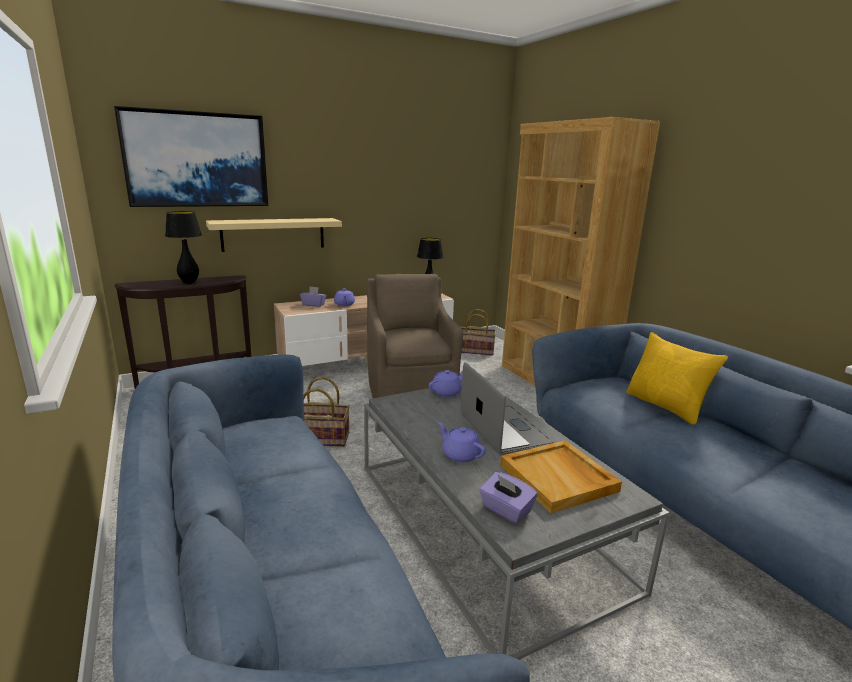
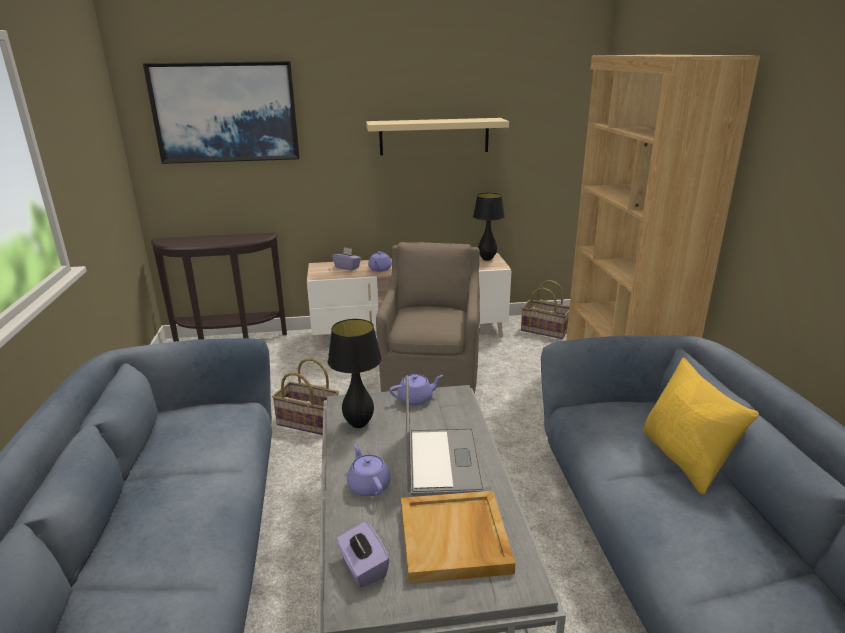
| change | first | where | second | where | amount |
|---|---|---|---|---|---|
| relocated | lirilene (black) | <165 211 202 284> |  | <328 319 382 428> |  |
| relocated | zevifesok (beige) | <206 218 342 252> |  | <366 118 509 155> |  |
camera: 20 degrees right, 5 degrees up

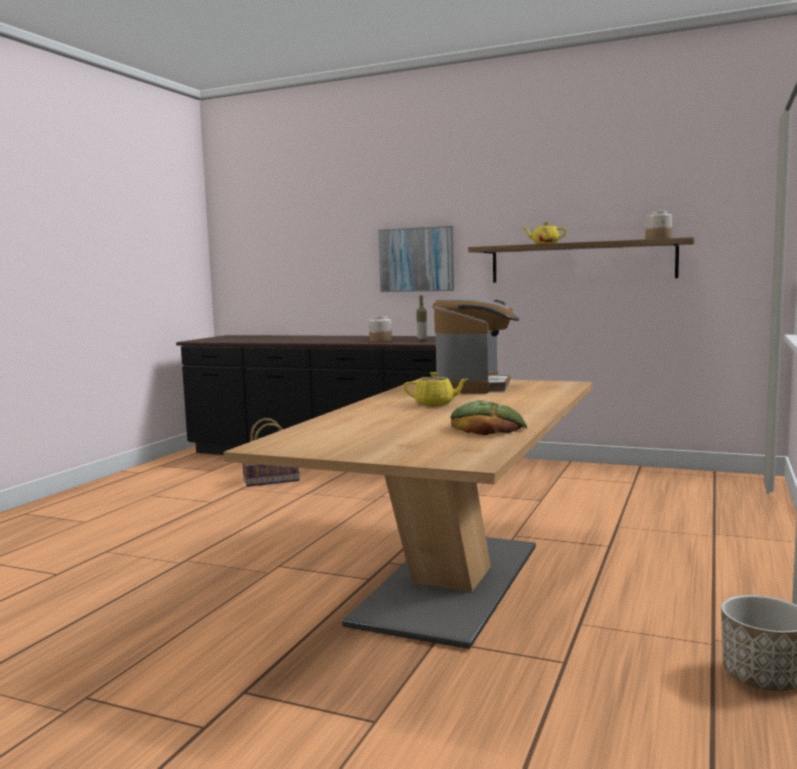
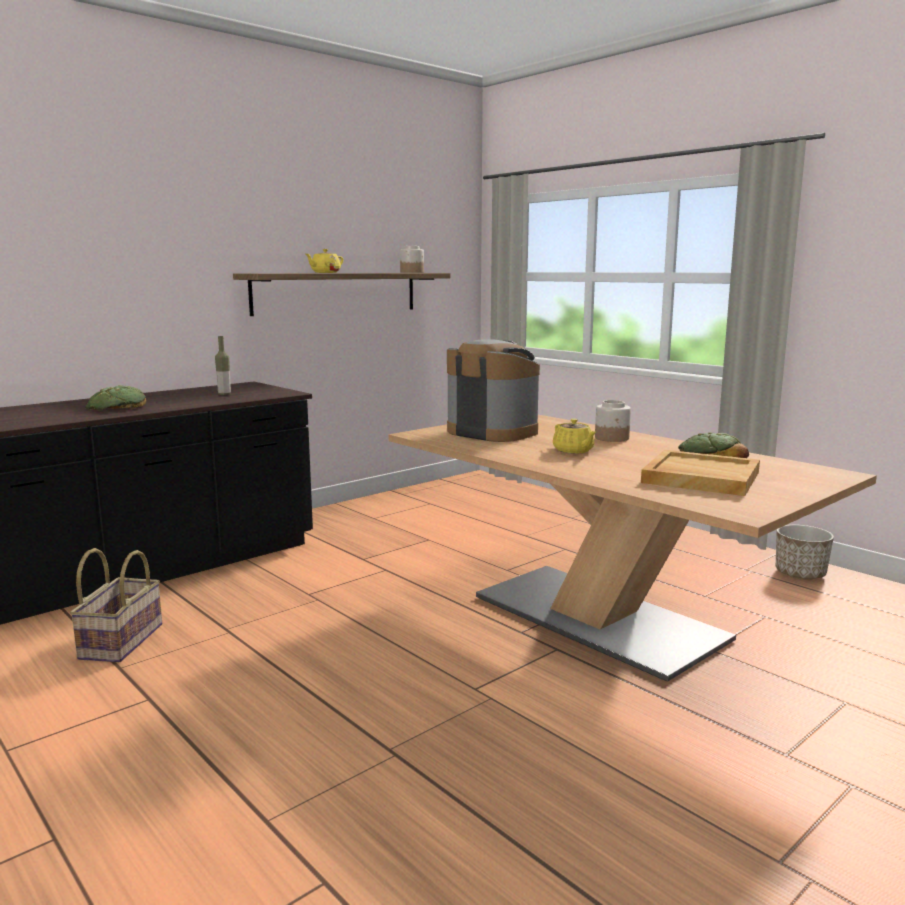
| change | first | where | second | where | amount |
|---|---|---|---|---|---|
| missing | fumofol | <379 226 454 292> |  |  |  |
| appeared |  |  | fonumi | <85 385 146 410> |  |
| appeared |  |  | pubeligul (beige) | <641 450 760 496> |  |
| relocated | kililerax | <369 316 392 342> |  | <595 400 631 442> |  |
| spun | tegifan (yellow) | <403 372 468 406> |  | <553 419 596 454> | 120 degrees clockwise |
camera: 65 degrees left, 5 degrees up

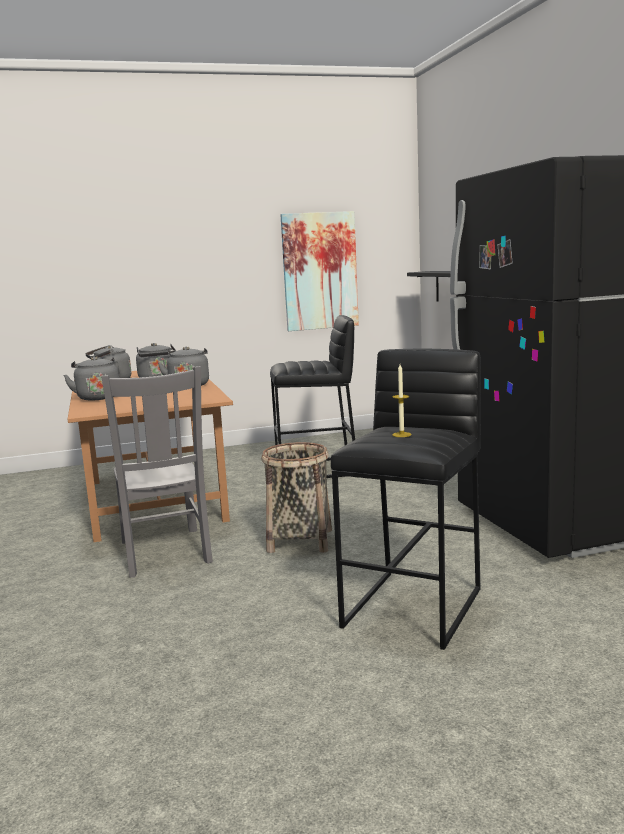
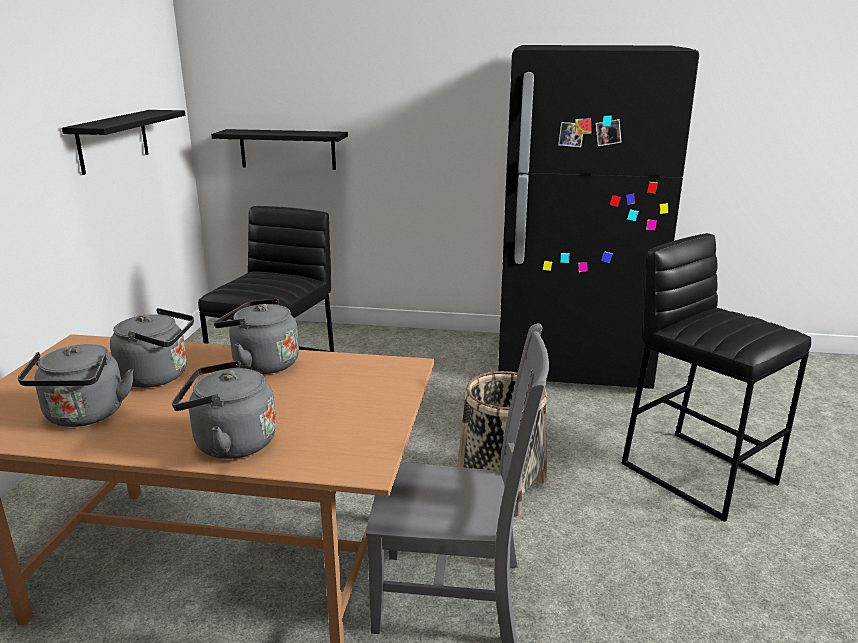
| change | first | where | second | where | amount |
|---|---|---|---|---|---|
| missing | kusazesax | <392 365 412 437> |  |  |  |
| exchanged | fumofol | <280 211 359 331> | zevifesok (black) | <62 110 185 175> |  |
camera: 65 degrees left, 10 degrees up

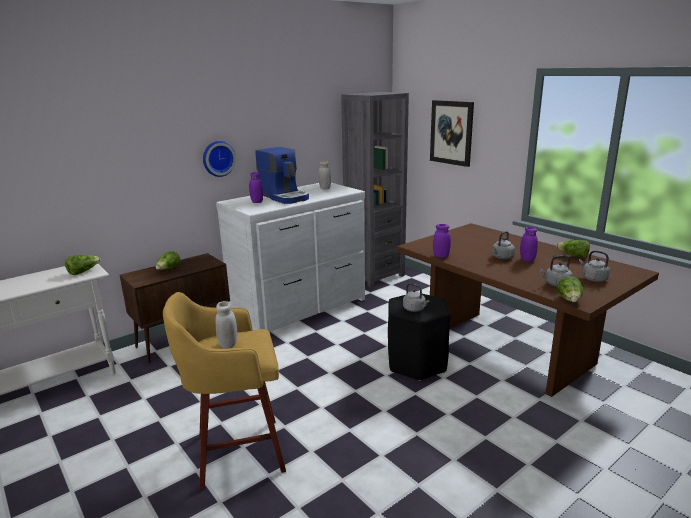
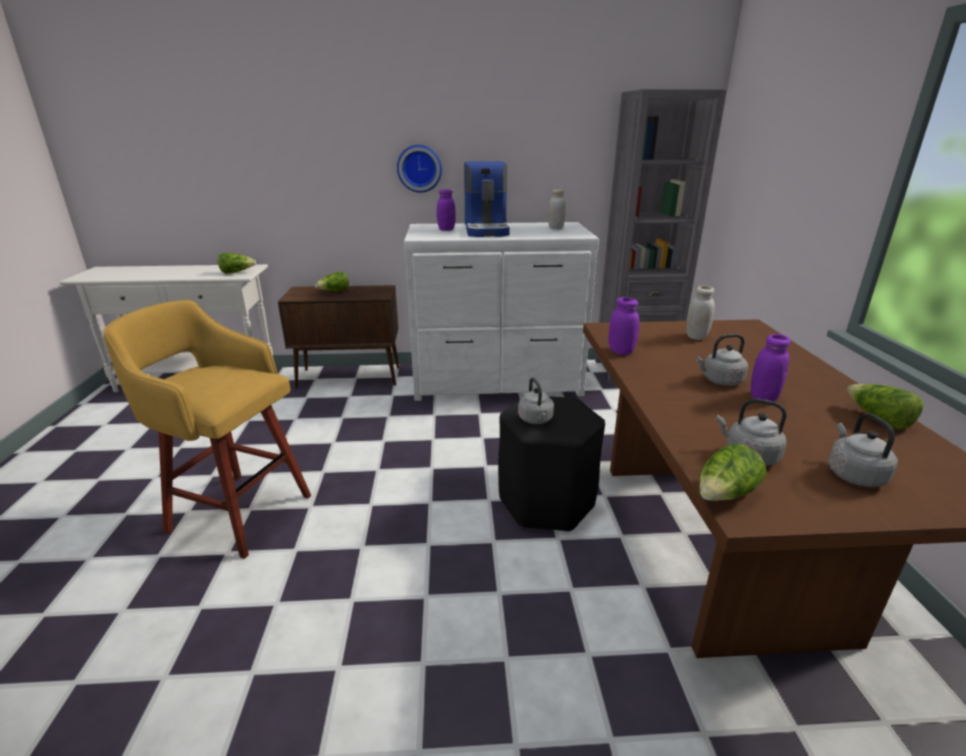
| change | first | where | second | where | amount |
|---|---|---|---|---|---|
| missing | fumofol | <430 100 474 167> |  |  |  |
| relocated | kililerax (white) | <215 301 237 349> |  | <687 285 715 340> |  |
camera: 35 degrees right, 5 degrees up

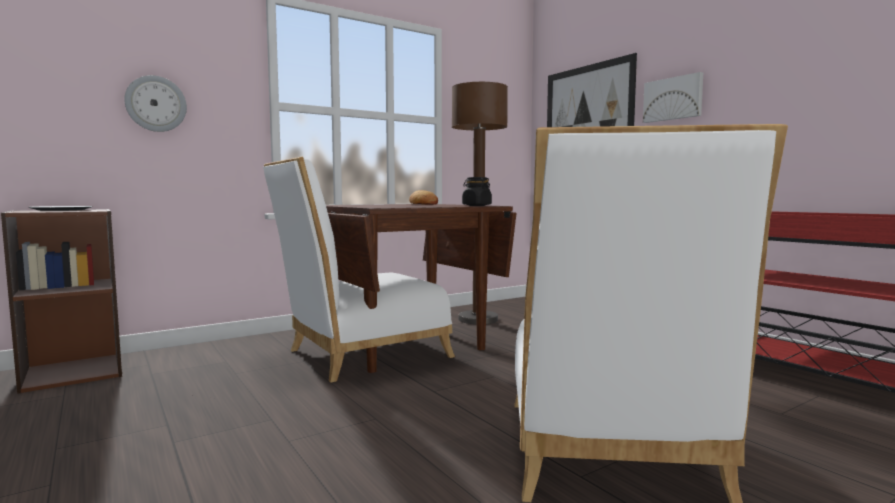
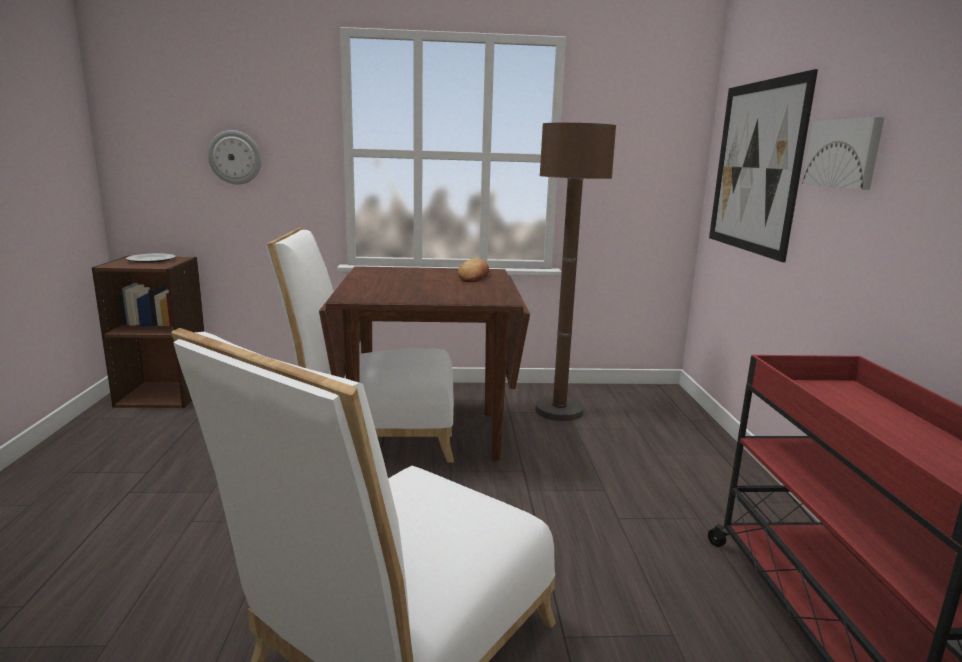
| change | first | where | second | where | amount |
|---|---|---|---|---|---|
| missing | kililerax (black) | <462 177 492 206> |  |  |  |
camera: 30 degrees right, 10 degrees up

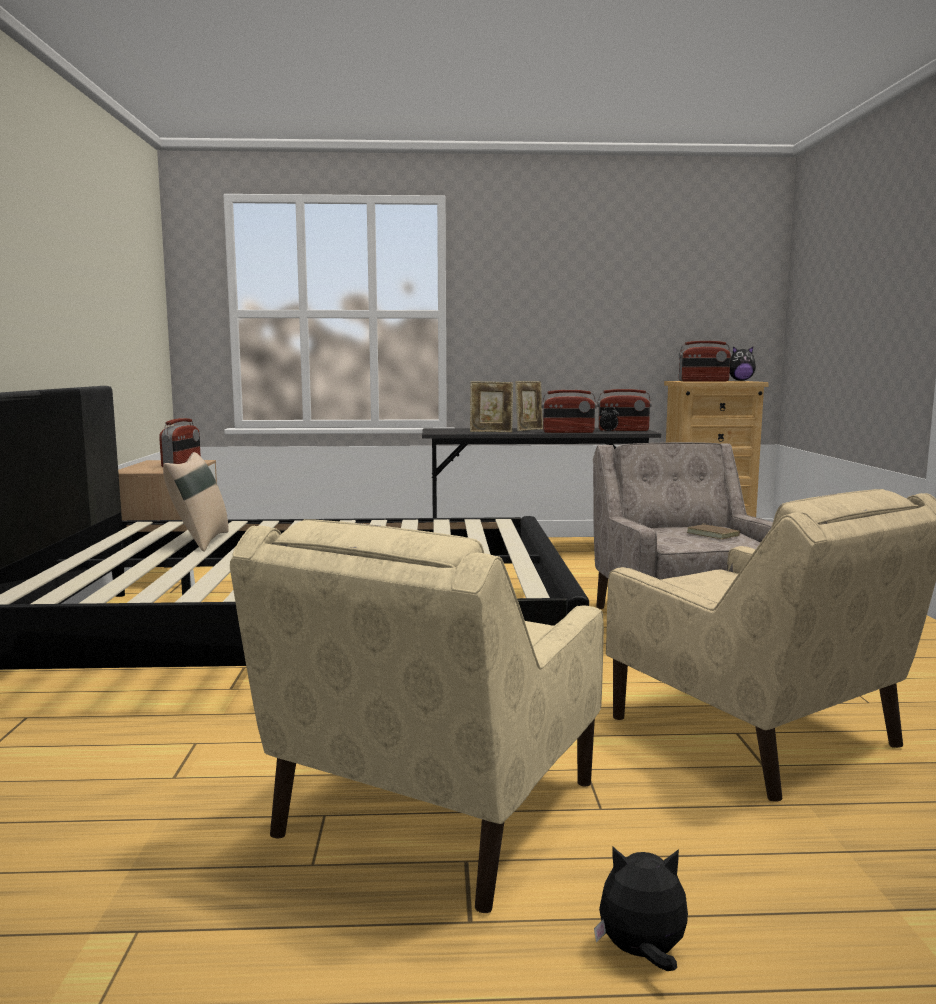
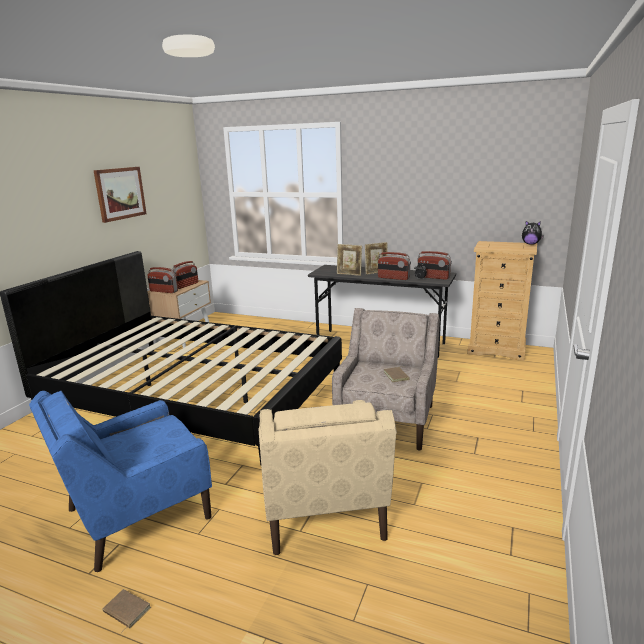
| change | first | where | second | where | amount |
|---|---|---|---|---|---|
| missing | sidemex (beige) | <163 452 229 552> |  |  |  |
| appeared |  |  | fumofol | <93 167 147 223> |  |
| relocated | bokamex | <679 341 731 381> |  | <147 267 178 293> |  |
| exchanged | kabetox | <594 846 688 971> | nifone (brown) | <102 589 151 633> |  |
| colour | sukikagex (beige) | <230 519 604 913> | sukikagex (blue) | <29 390 212 572> |  |
camera: 25 degrees right, 10 degrees up

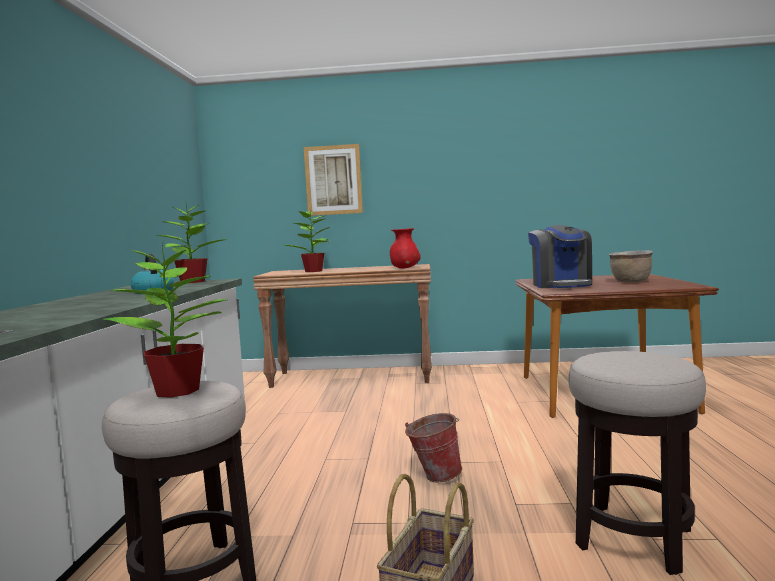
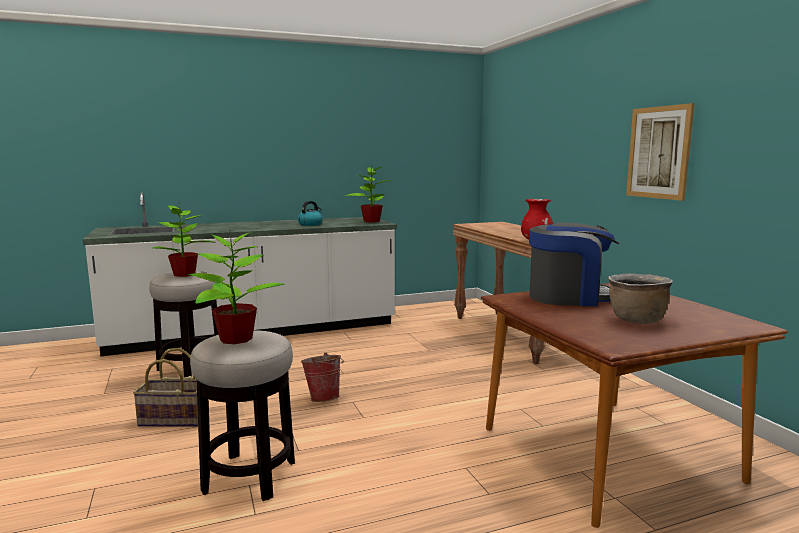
| change | first | where | second | where | amount |
|---|---|---|---|---|---|
| relocated | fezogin | <284 211 331 272> |  | <187 229 285 344> |  |
| relocated | fumofol | <304 144 363 216> |  | <626 103 694 201> |  |
| spun | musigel | <528 225 592 288> |  | <529 223 619 306> | 150 degrees counterclockwise |
camera: 65 degrees right, 5 degrees up

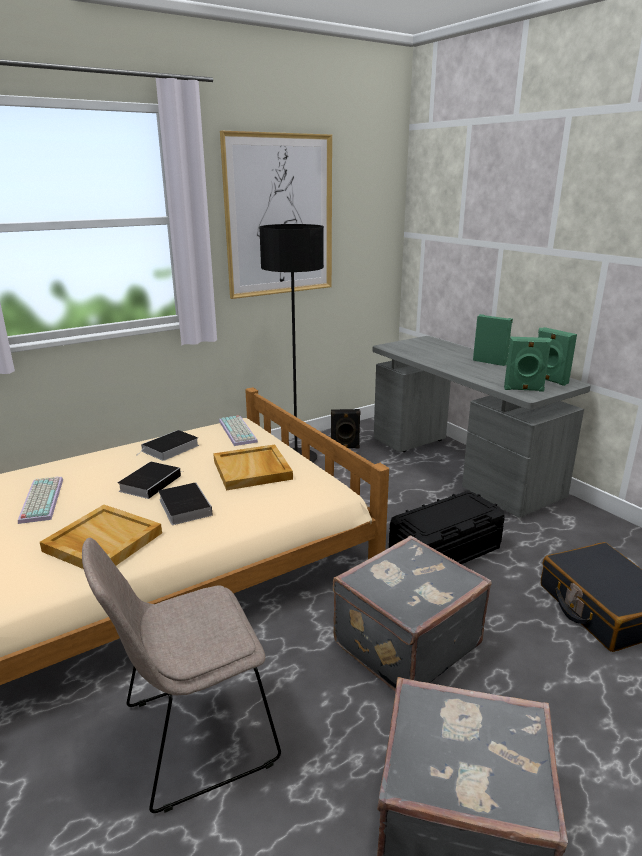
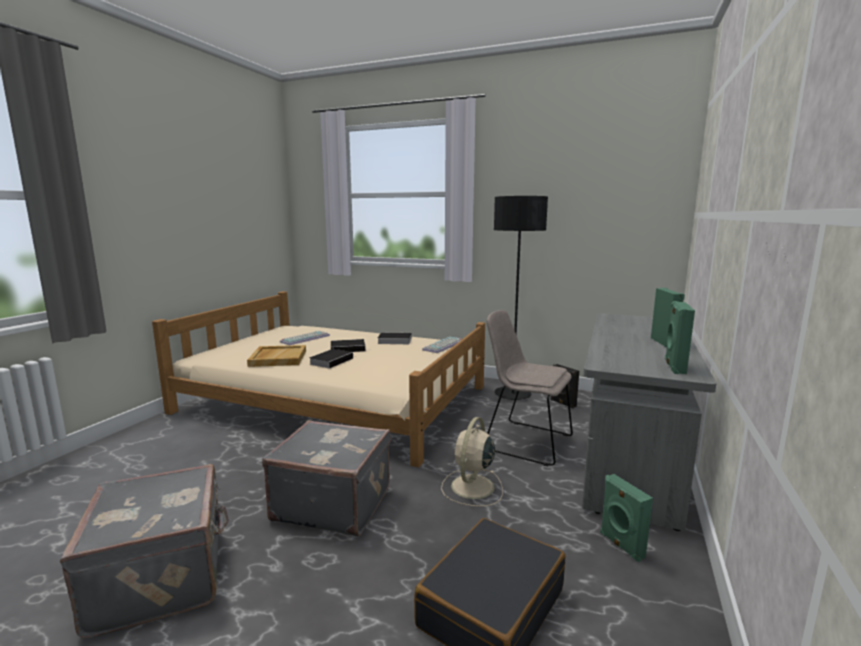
| change | first | where | second | where | amount |
|---|---|---|---|---|---|
| missing | pubeligul (beige) | <213 444 293 491> |  |  |  |
| missing | fumofol | <220 131 332 299> |  |  |  |
| relocated | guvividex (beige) | <82 538 281 813> |  | <486 310 573 466> |  |
| relocated | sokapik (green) | <504 337 552 392> |  | <600 474 653 562> |  |
| exchanged | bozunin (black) | <389 491 505 564> | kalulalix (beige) | <441 417 503 507> |  |
camera: 55 degrees right, 10 degrees down

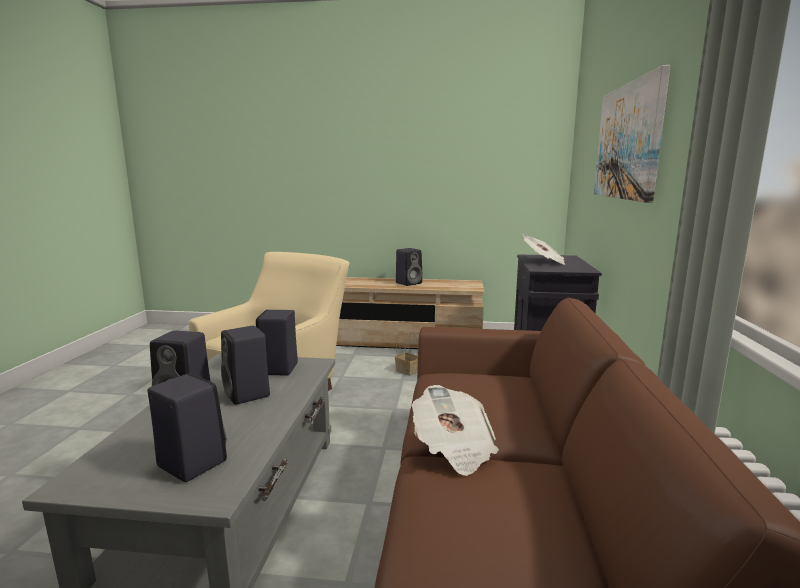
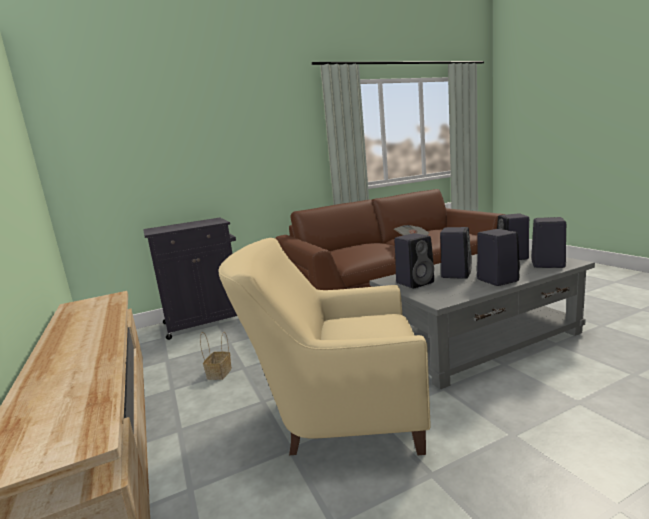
| change | first | where | second | where | amount |
|---|---|---|---|---|---|
| missing | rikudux | <522 234 565 265> |  |  |  |
| missing | fumofol | <594 65 670 203> |  |  |  |
| relocated | sokapik (black) | <396 248 423 286> |  | <531 217 566 268> |  |
camera: 120 degrees left, 0 degrees up

